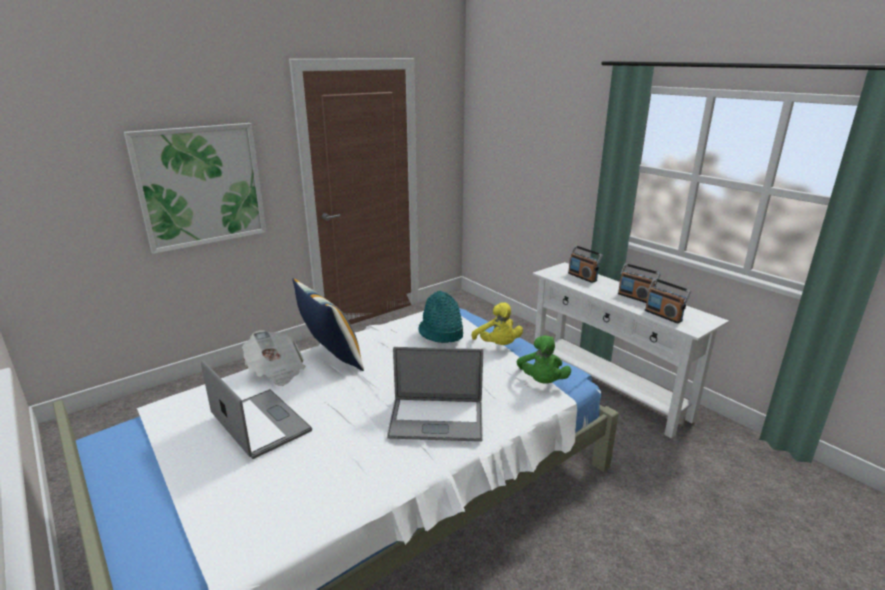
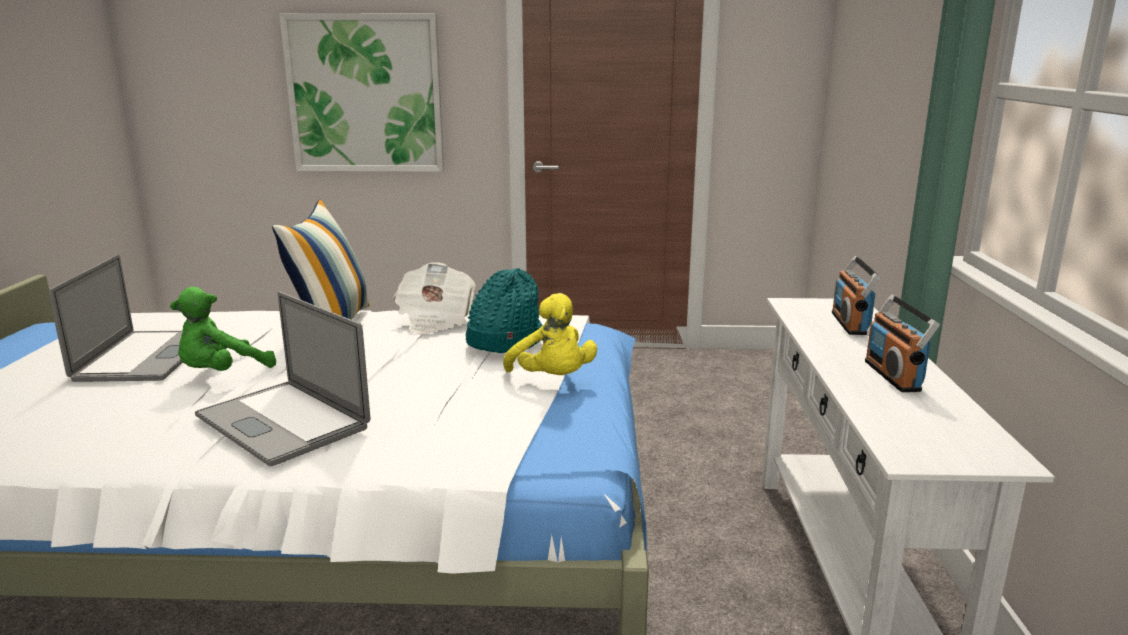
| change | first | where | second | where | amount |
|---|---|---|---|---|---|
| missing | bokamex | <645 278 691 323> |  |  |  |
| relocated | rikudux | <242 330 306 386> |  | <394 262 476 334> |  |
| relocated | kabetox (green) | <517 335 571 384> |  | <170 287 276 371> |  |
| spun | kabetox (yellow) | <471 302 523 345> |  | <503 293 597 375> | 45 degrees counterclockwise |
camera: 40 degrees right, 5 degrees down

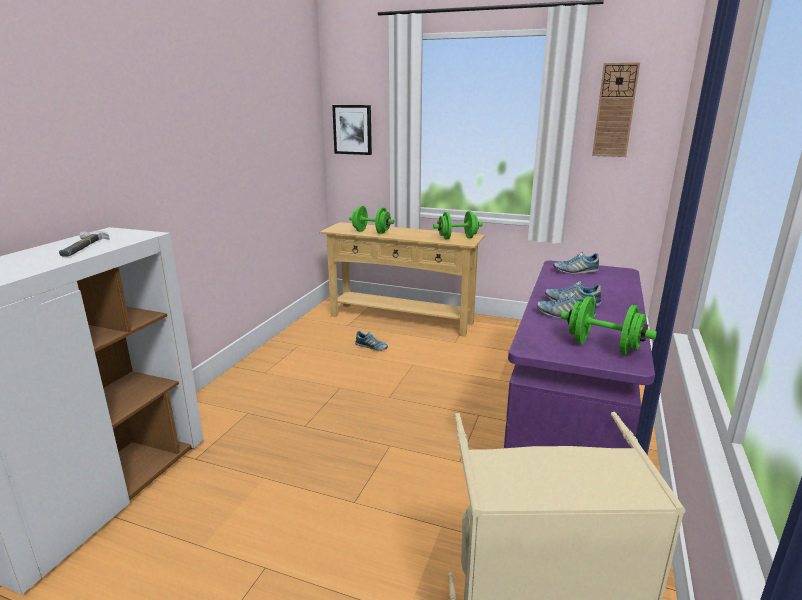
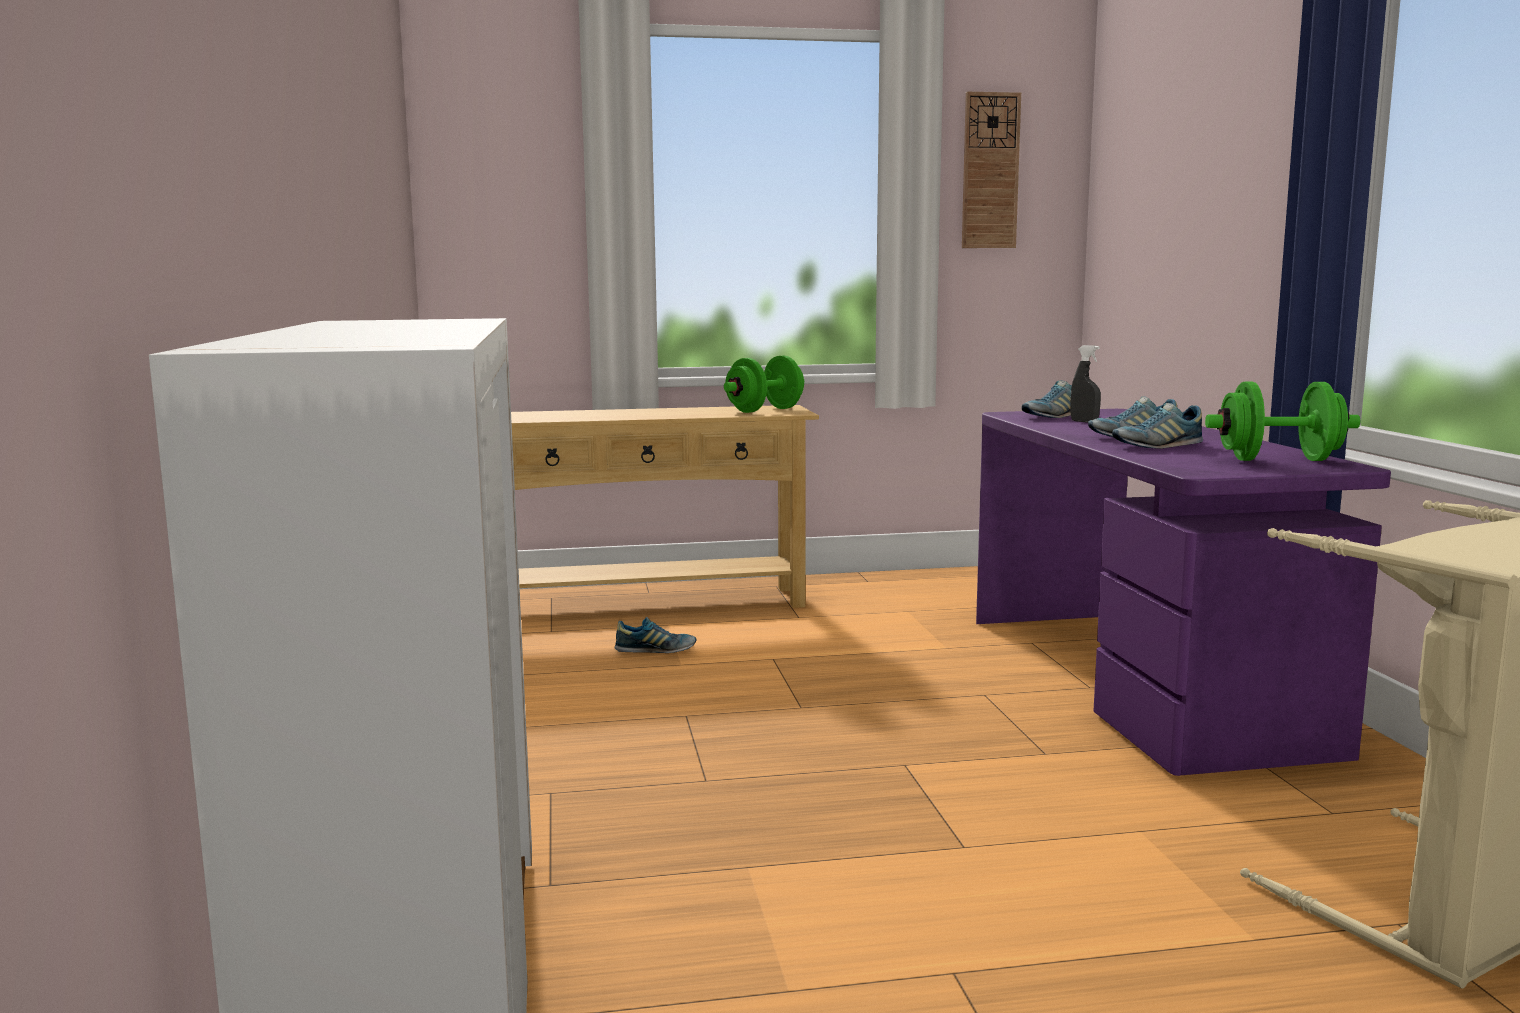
| change | first | where | second | where | amount |
|---|---|---|---|---|---|
| missing | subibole | <59 231 110 257> |  |  |  |
| missing | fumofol | <332 105 372 155> |  |  |  |
| missing | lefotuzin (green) | <349 206 394 234> |  |  |  |
| appeared |  |  | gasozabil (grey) | <1070 345 1101 423> |  |
camera: 30 degrees left, 10 degrees down

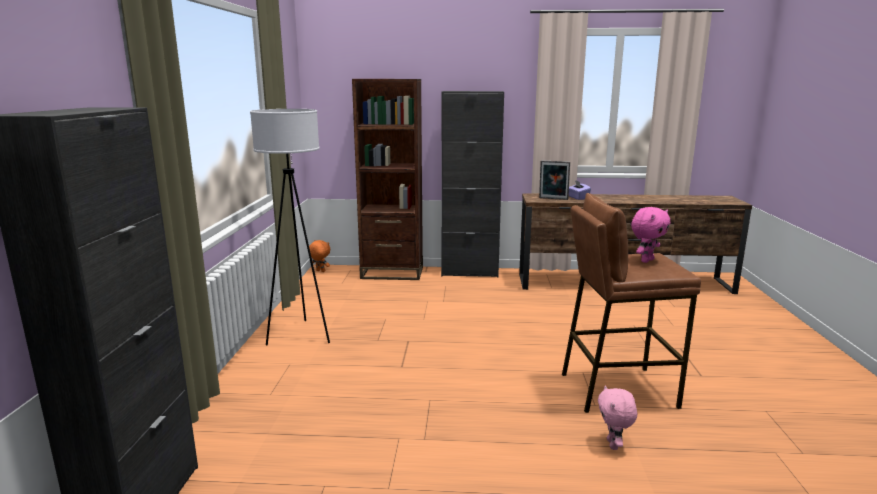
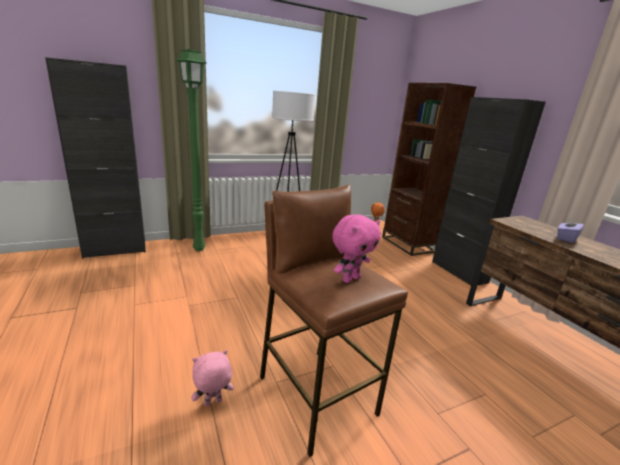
| change | first | where | second | where | amount |
|---|---|---|---|---|---|
| missing | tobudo | <539 160 570 200> |  |  |  |
| appeared |  |  | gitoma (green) | <176 49 206 251> |  |
| spun | kabetox (pink) | <631 207 670 263> |  | <332 214 381 283> | 60 degrees counterclockwise |
camera: 60 degrees right, 5 degrees up

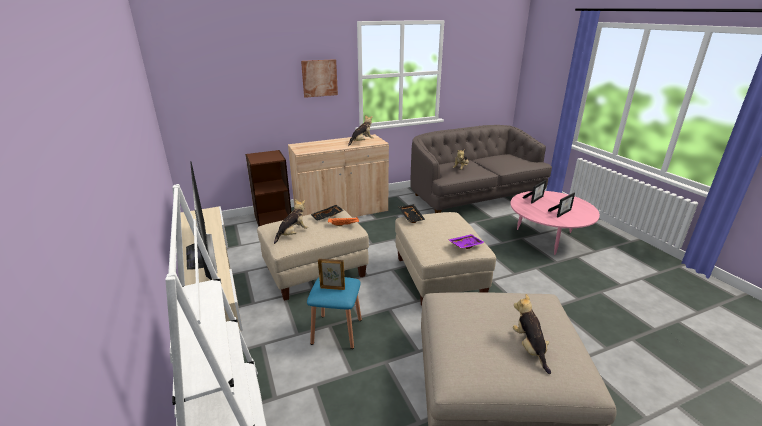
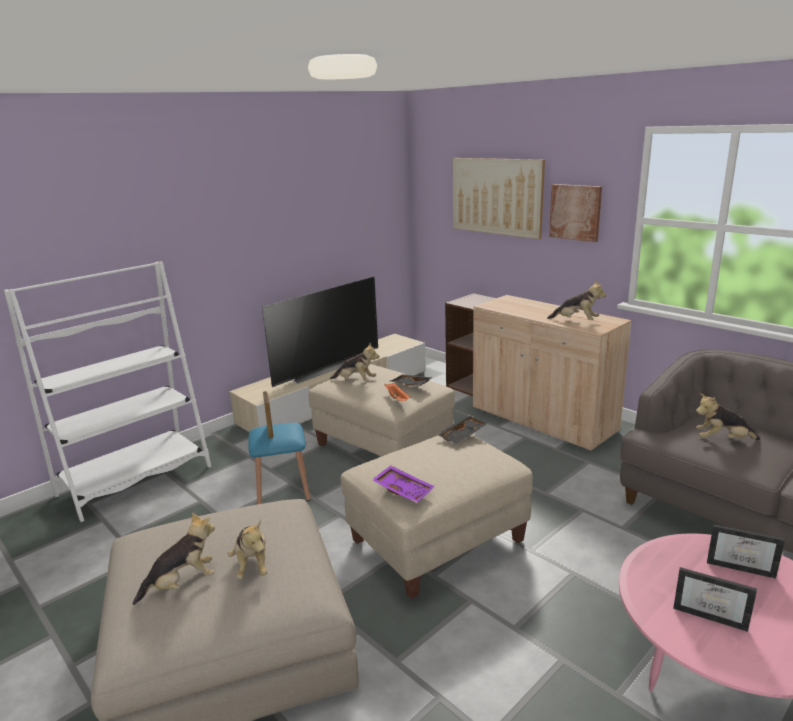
| change | first | where | second | where | amount |
|---|---|---|---|---|---|
| appeared |  |  | kabetox | <228 520 267 579> |  |
| appeared |  |  | fumofol | <453 158 545 239> |  |
camera: 70 degrees right, 5 degrees down

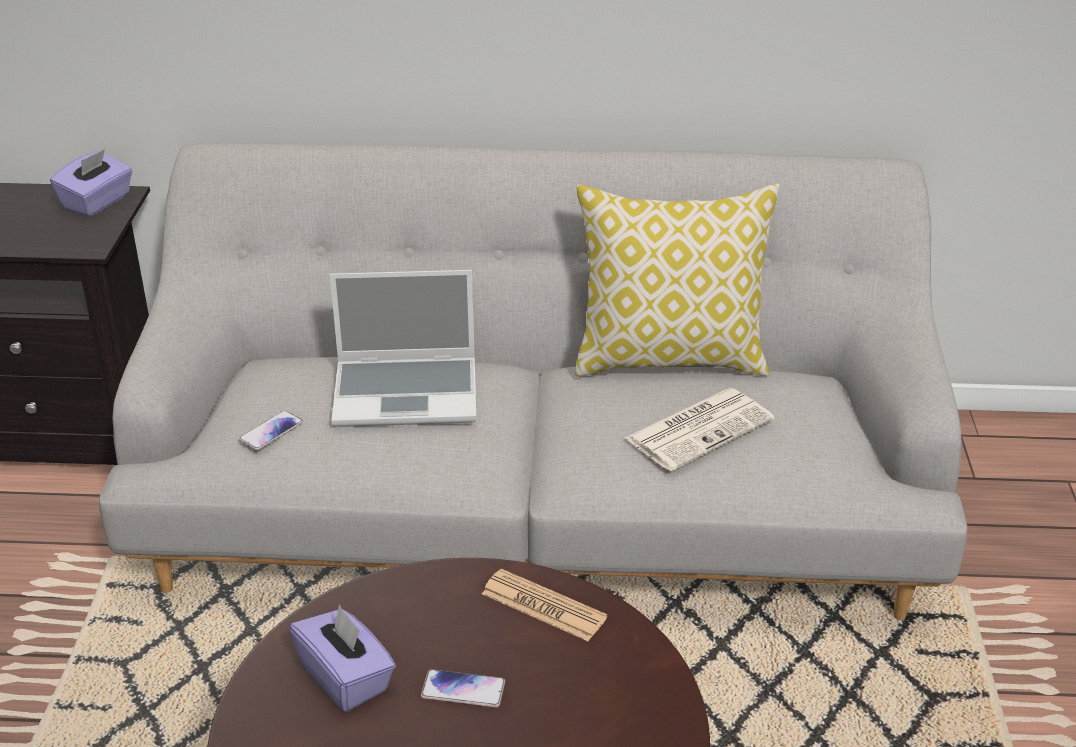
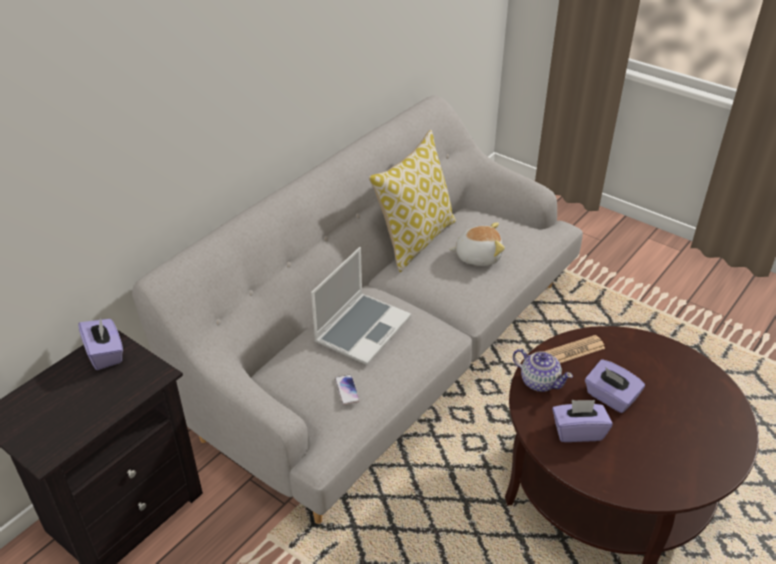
| change | first | where | second | where | amount |
|---|---|---|---|---|---|
| appeared |  |  | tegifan | <513 349 573 392> |  |
| exchanged | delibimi | <421 669 505 708> | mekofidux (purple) | <585 359 645 413> |  |
| exchanged | rikudux | <625 388 774 471> | kabetox | <449 222 505 266> |  |
camera: 55 degrees left, 5 degrees up

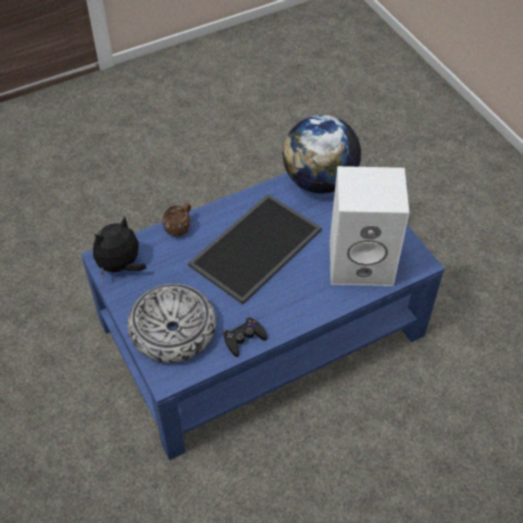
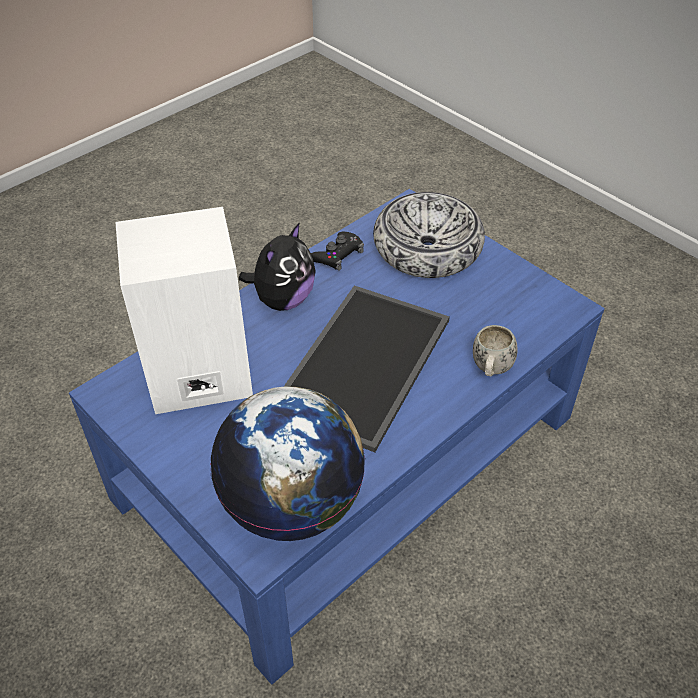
| change | first | where | second | where | amount |
|---|---|---|---|---|---|
| relocated | kabetox | <93 216 146 278> |  | <239 222 316 311> |  |
| colour | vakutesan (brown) | <163 203 191 237> | vakutesan (white) | <473 325 518 376> |  |
camera: 165 degrees right, 5 degrees down

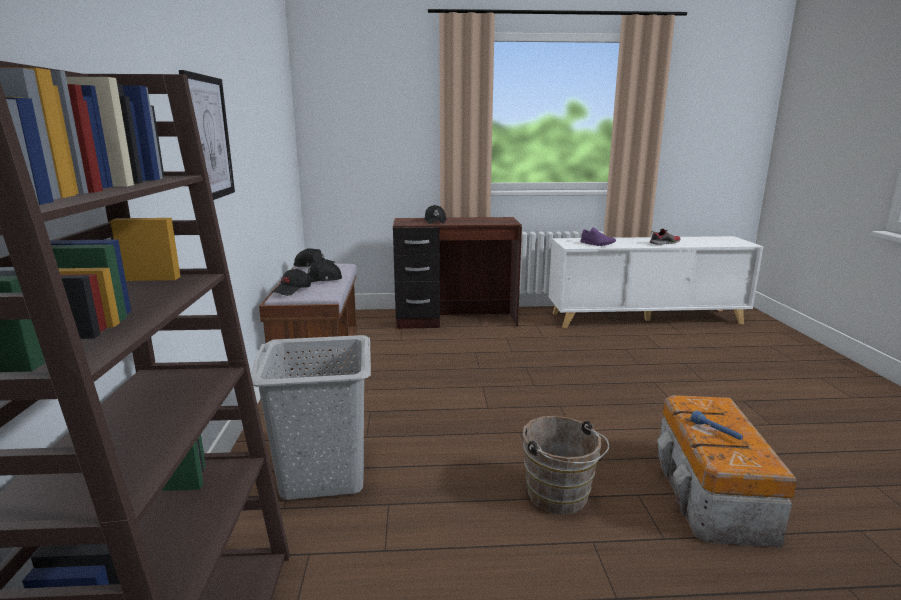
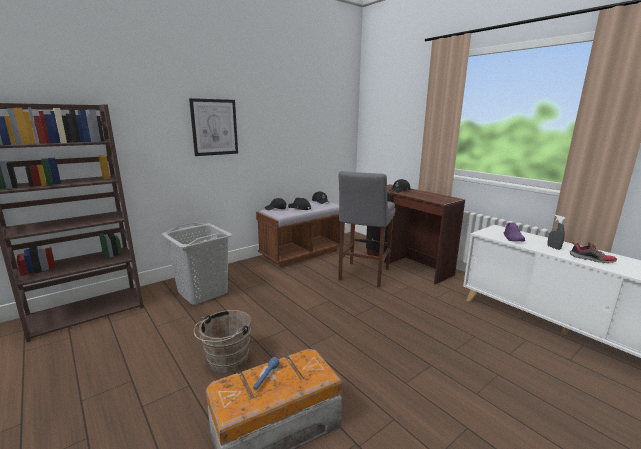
| change | first | where | second | where | amount |
|---|---|---|---|---|---|
| appeared |  |  | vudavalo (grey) | <338 171 396 287> |  |
| appeared |  |  | gasozabil (grey) | <547 215 566 250> |  |
camera: 55 degrees right, 0 degrees up

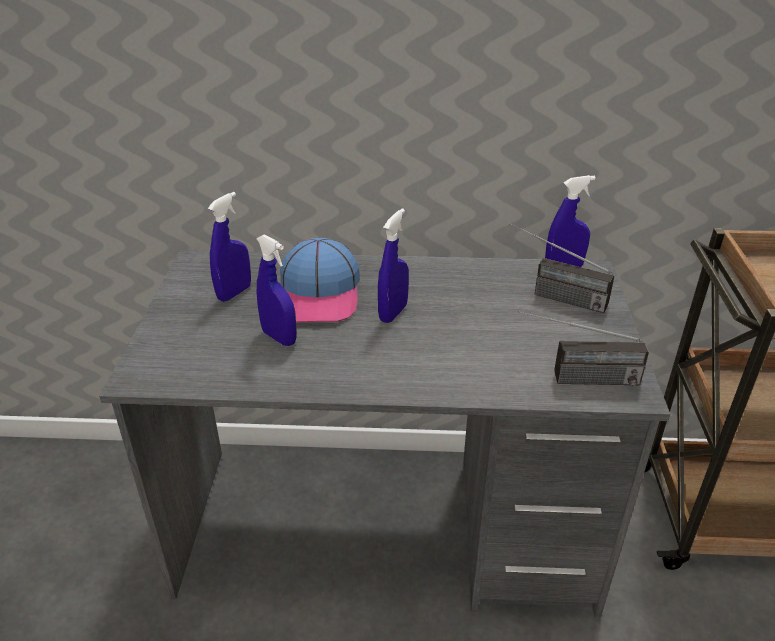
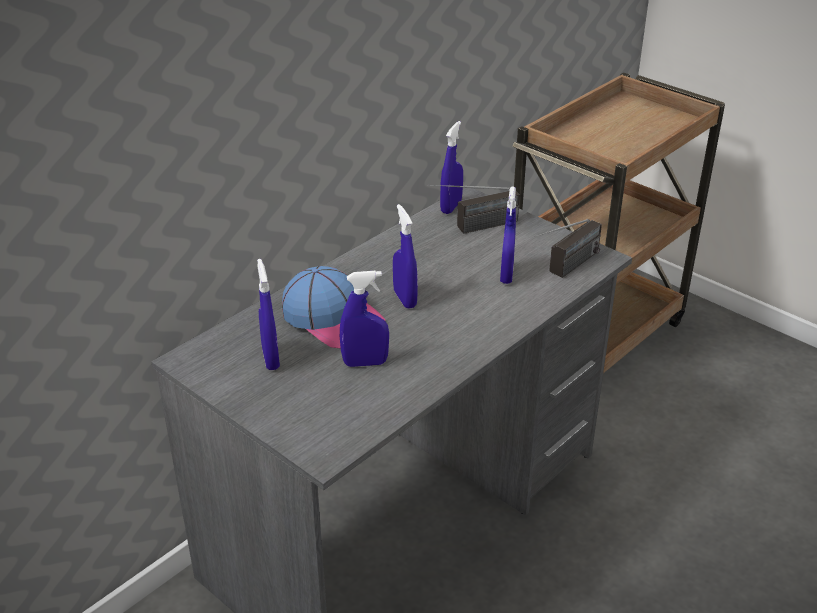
| change | first | where | second | where | amount |
|---|---|---|---|---|---|
| appeared |  |  | gasozabil (blue) | <500 187 516 284> |  |
camera: 50 degrees left, 0 degrees up

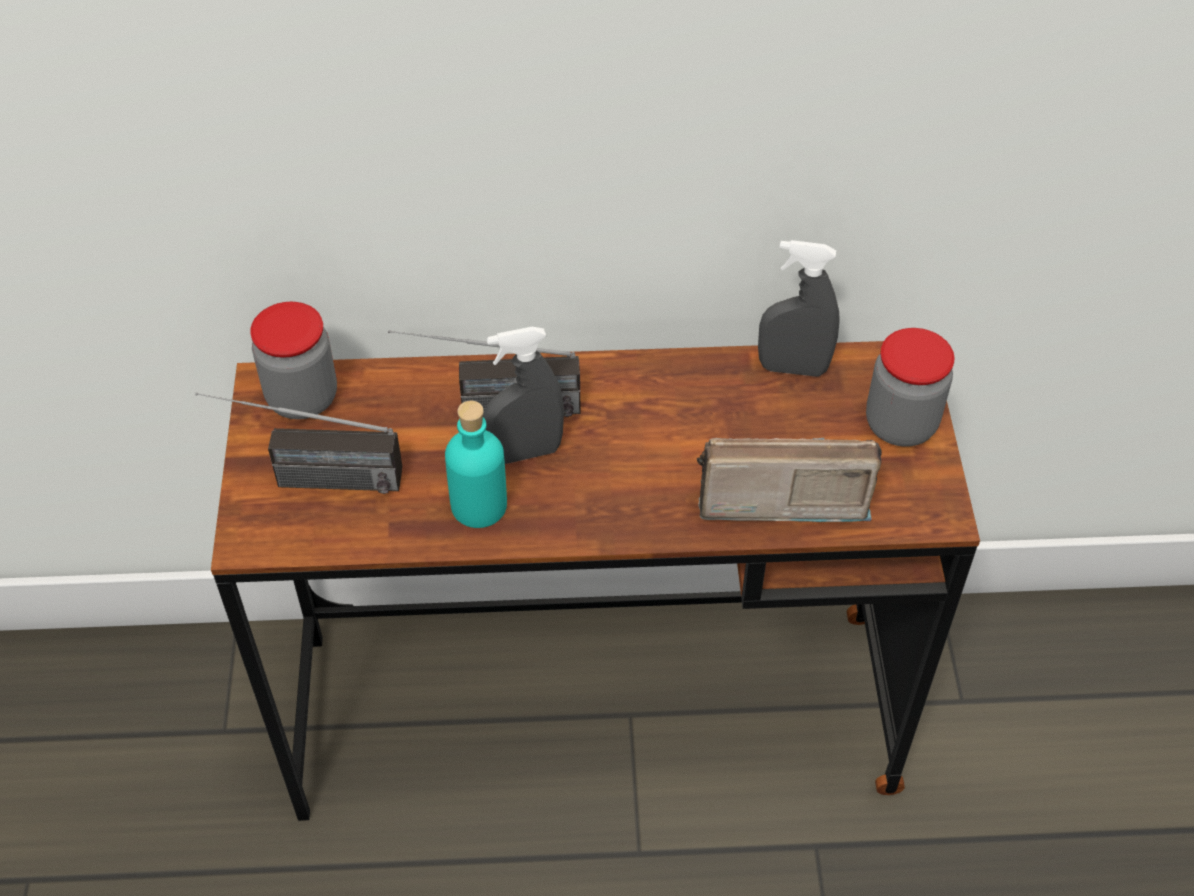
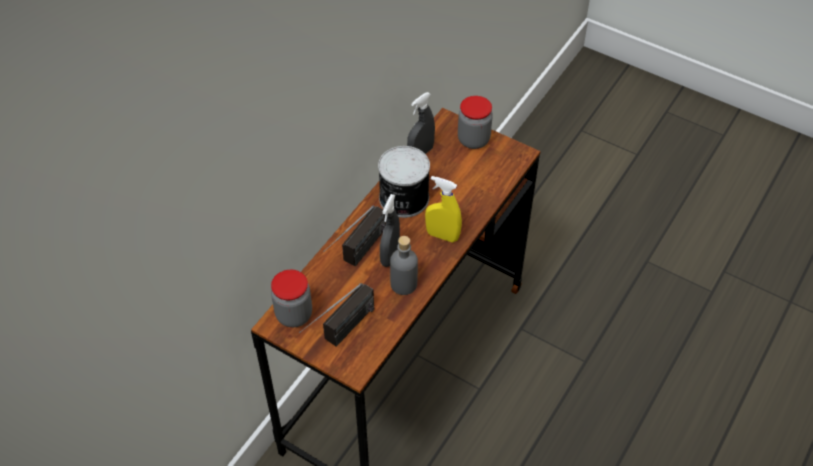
| change | first | where | second | where | amount |
|---|---|---|---|---|---|
| missing | bokamex | <697 438 881 522> |  |  |  |
| appeared |  |  | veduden | <378 146 430 218> |  |
| appeared |  |  | gasozabil (yellow) | <425 176 462 243> |  |
| colour | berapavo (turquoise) | <445 401 507 528> | berapavo (grey) | <390 236 418 295> |  |
camera: 55 degrees left, 0 degrees up

